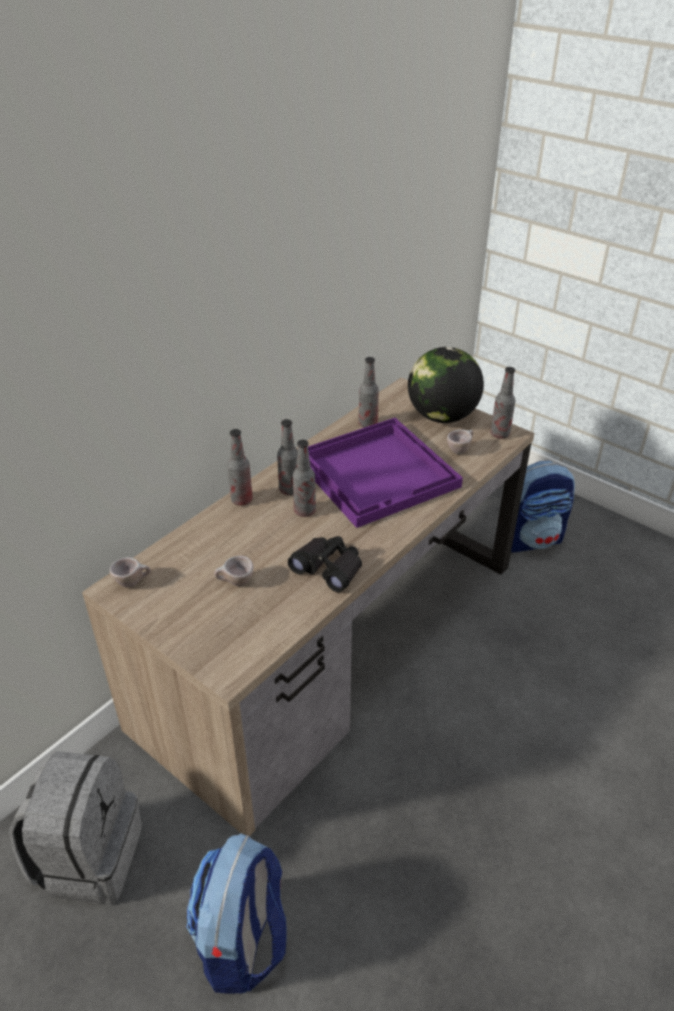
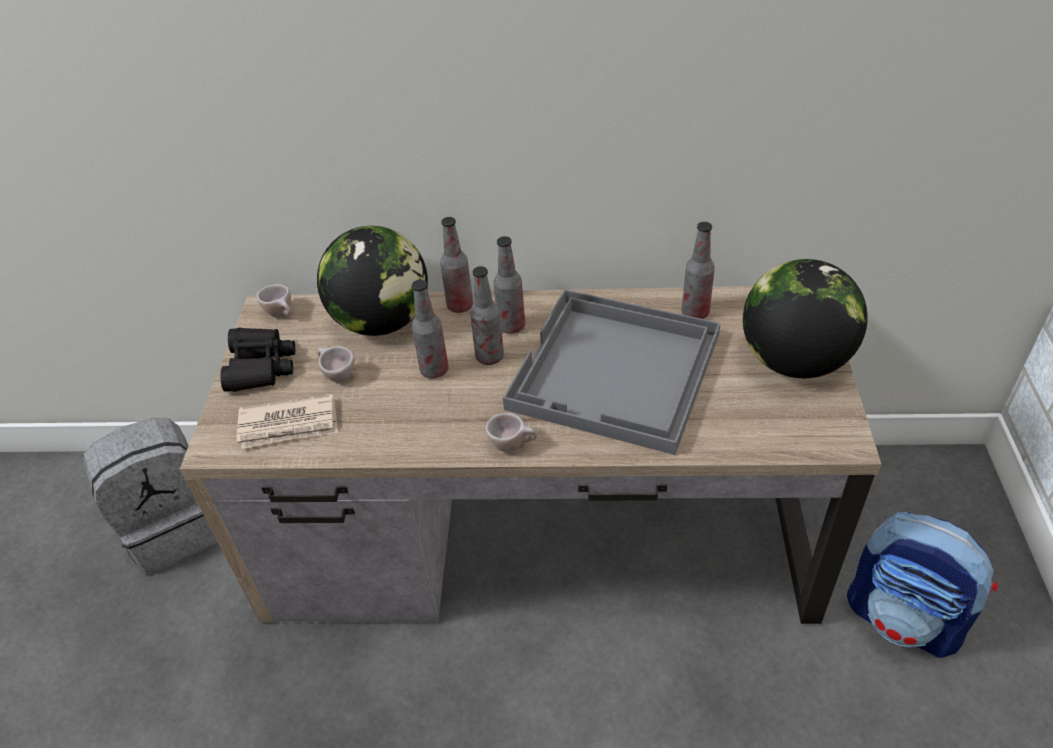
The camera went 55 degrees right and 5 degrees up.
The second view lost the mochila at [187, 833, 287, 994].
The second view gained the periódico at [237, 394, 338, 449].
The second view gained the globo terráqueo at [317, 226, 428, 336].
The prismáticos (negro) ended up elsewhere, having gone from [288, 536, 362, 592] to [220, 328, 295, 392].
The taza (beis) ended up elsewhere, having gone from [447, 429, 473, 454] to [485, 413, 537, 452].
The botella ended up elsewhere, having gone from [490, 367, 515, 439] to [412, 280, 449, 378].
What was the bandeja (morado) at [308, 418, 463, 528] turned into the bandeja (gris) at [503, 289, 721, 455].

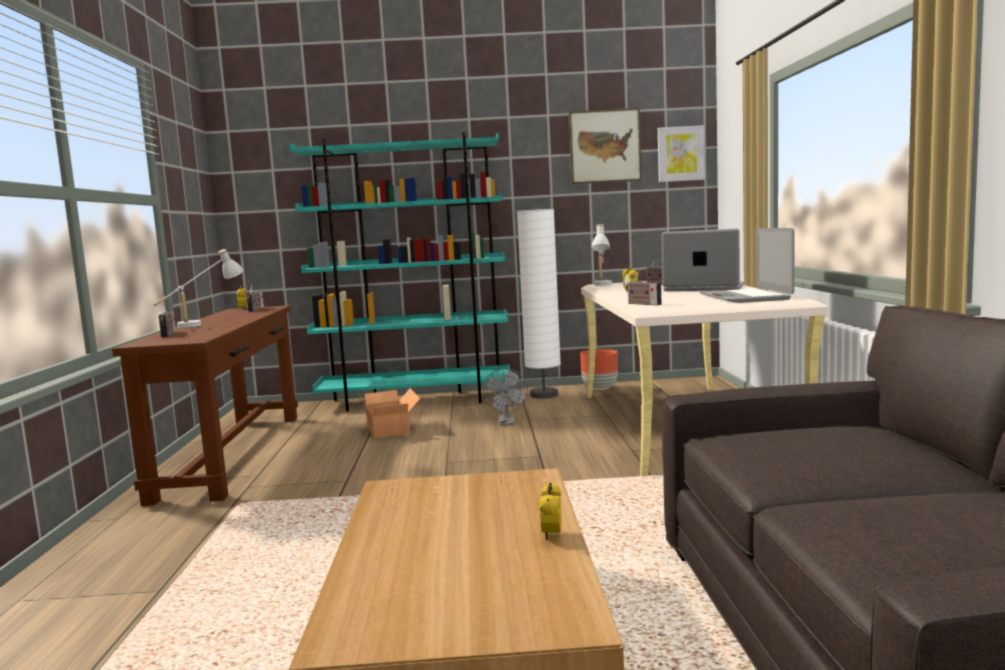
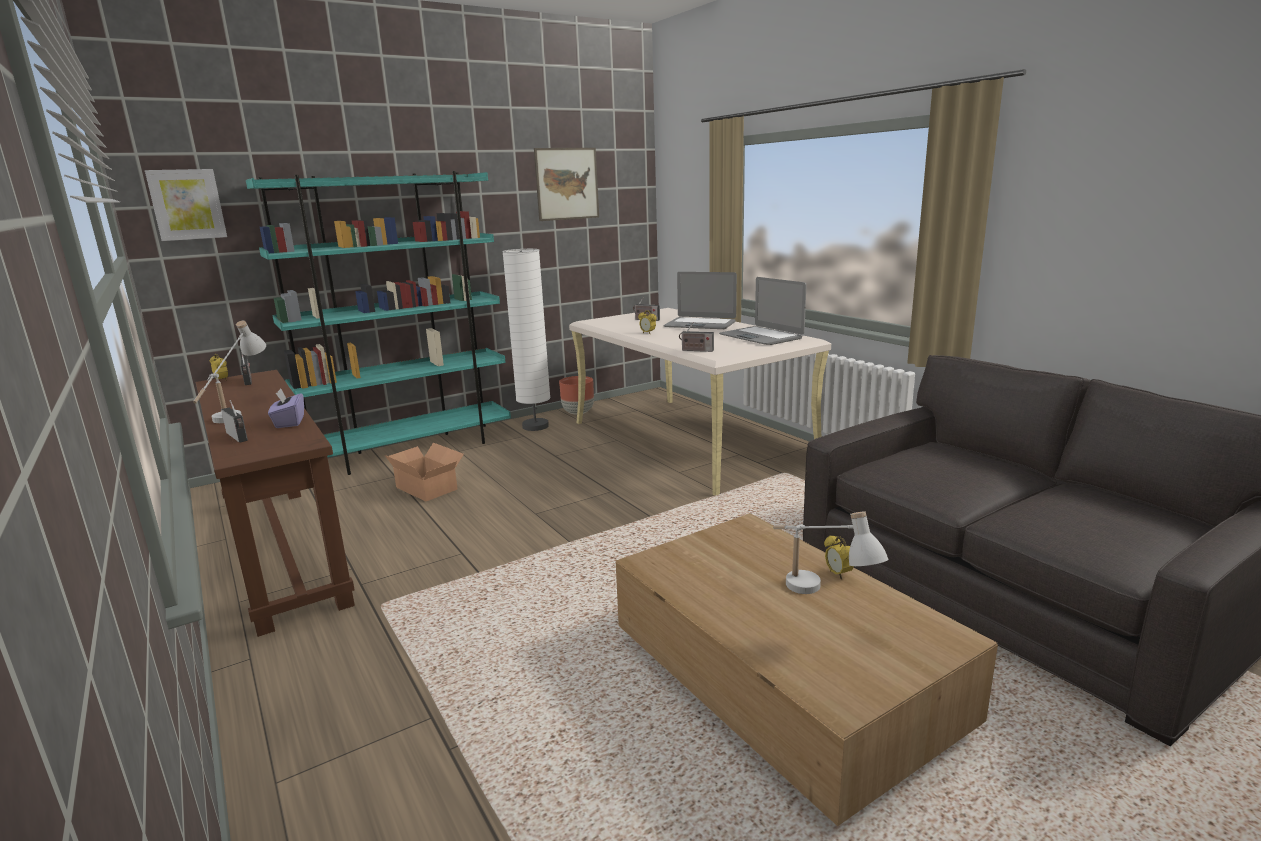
The camera went 30 degrees left and 10 degrees up.
The second view lost the ventilador (gris) at [483, 368, 528, 426].
The second view gained the caja de pañuelos (morado) at [268, 388, 304, 428].
The lámpara de mesa (blanco) ended up elsewhere, having gone from [591, 224, 612, 286] to [773, 511, 888, 594].
The cuadro ended up elsewhere, having gone from [658, 125, 705, 182] to [145, 169, 227, 241].
The portátil at [662, 229, 744, 291] ended up facing another way, 150 degrees counterclockwise from before.

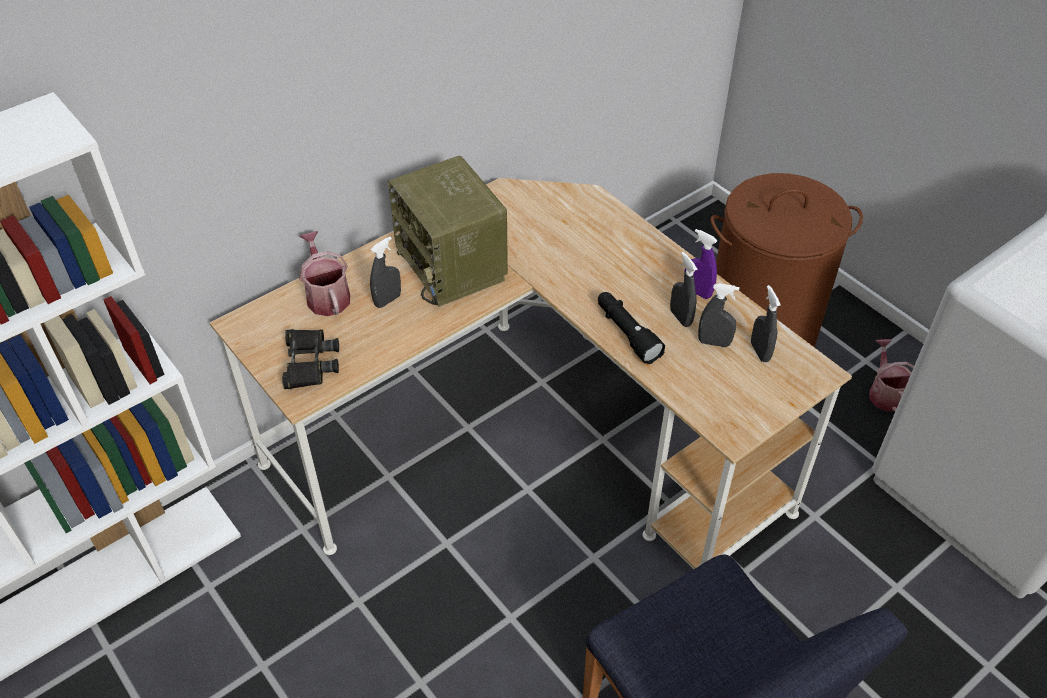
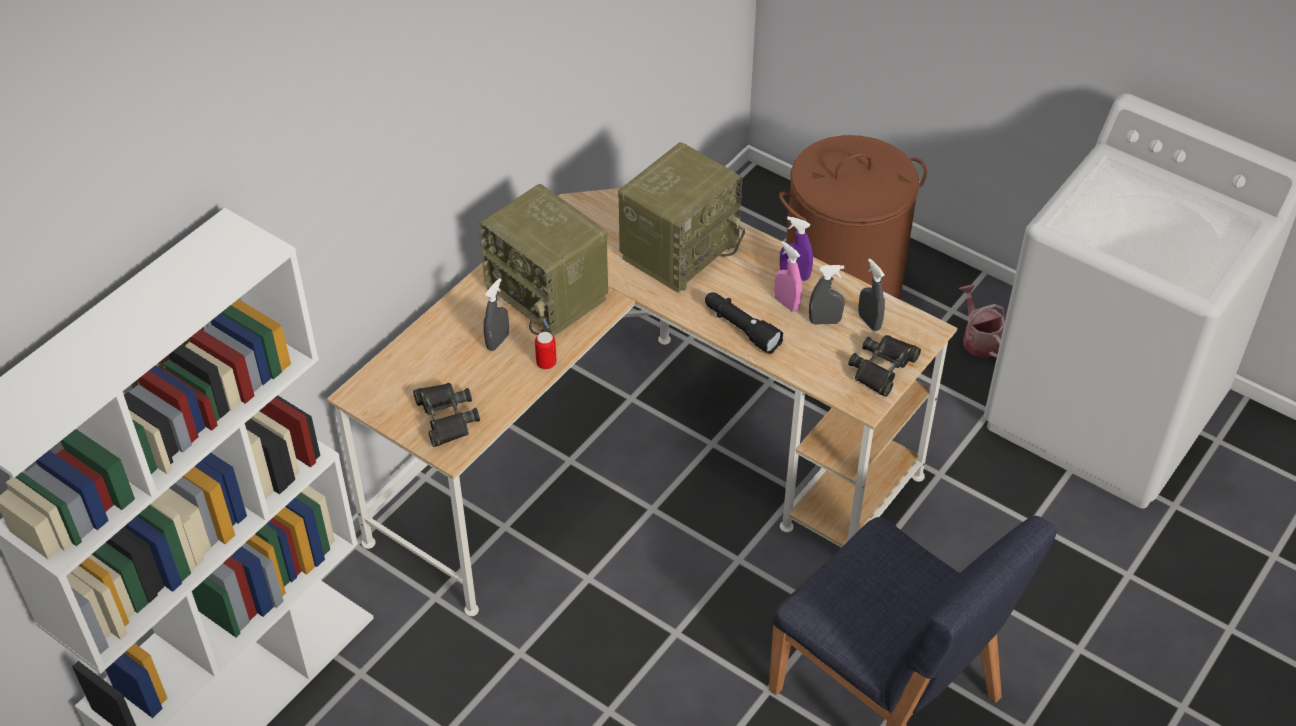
The camera went 15 degrees left and 0 degrees up.
The second view lost the regadera at [299, 231, 350, 316].
The second view gained the lata at [535, 332, 557, 369].
The second view gained the radio at [618, 142, 745, 293].
The second view gained the prismáticos (negro) at [848, 335, 921, 397].
What was the pulverizador (gris) at [670, 252, 697, 327] turned into the pulverizador (rosa) at [774, 241, 802, 312].

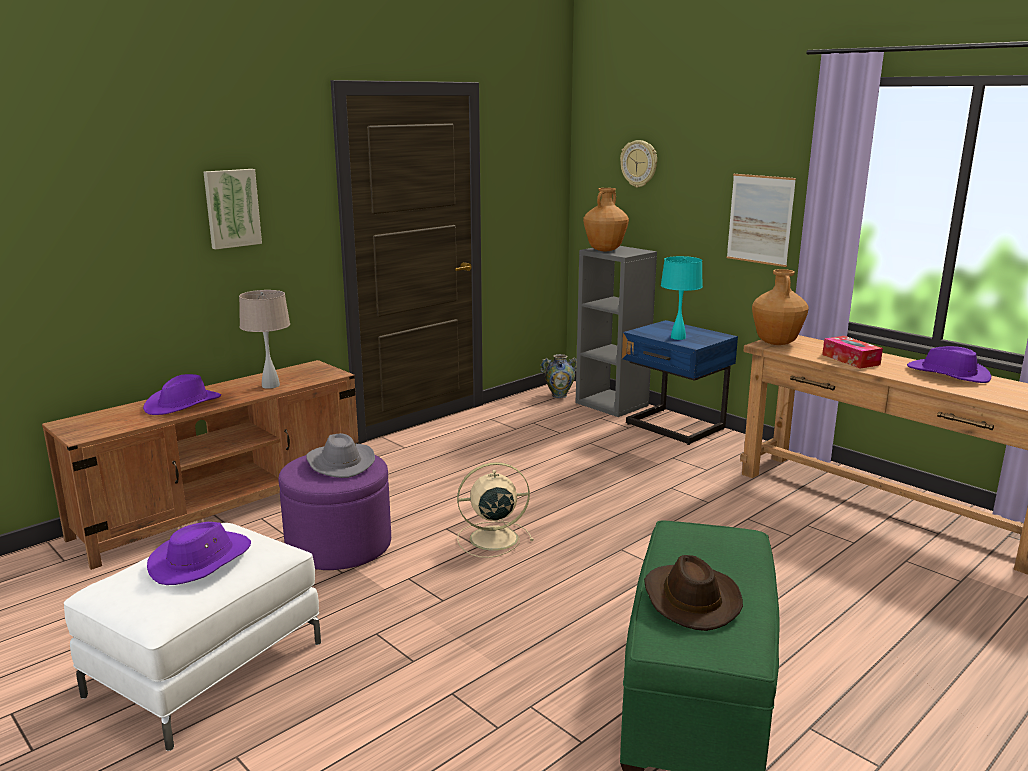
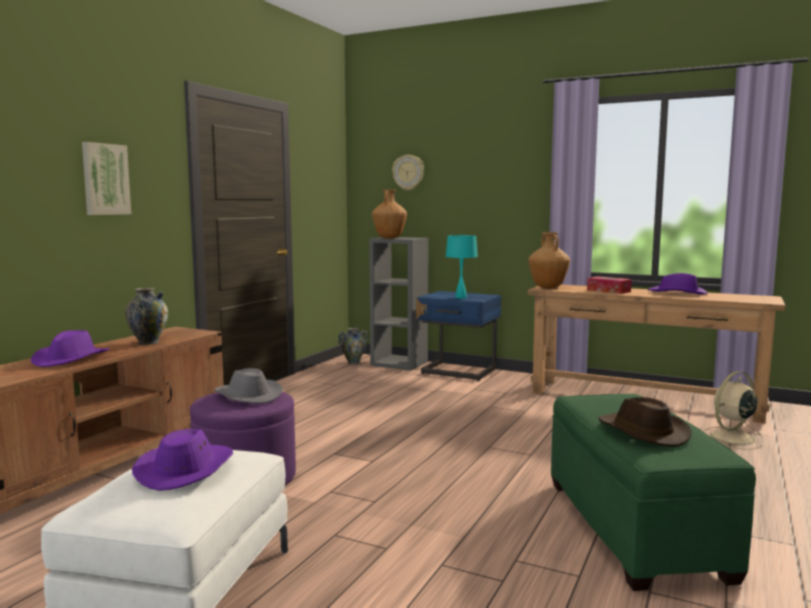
The camera went 20 degrees left and 10 degrees down.
The second view lost the cuadro at [727, 174, 796, 267].
The ventilador (beis) ended up elsewhere, having gone from [457, 462, 534, 558] to [702, 371, 763, 450].
Where the lámpara de mesa (beis) stood at [239, 290, 290, 389], the florero came to stand at [125, 288, 168, 345].

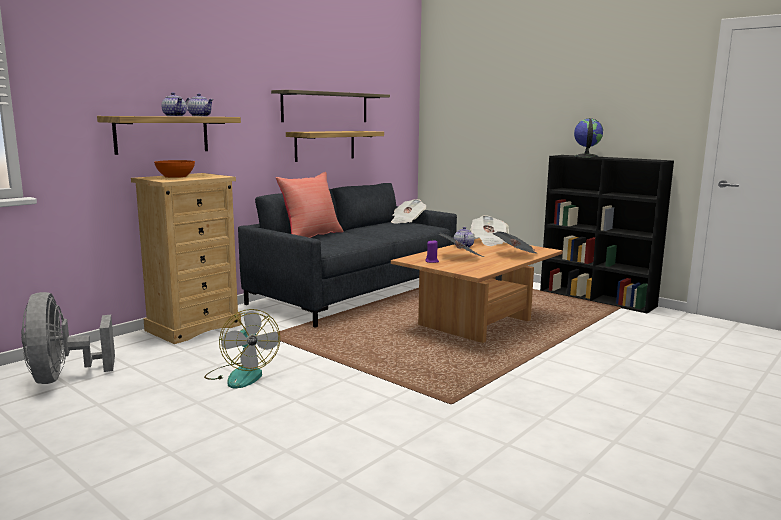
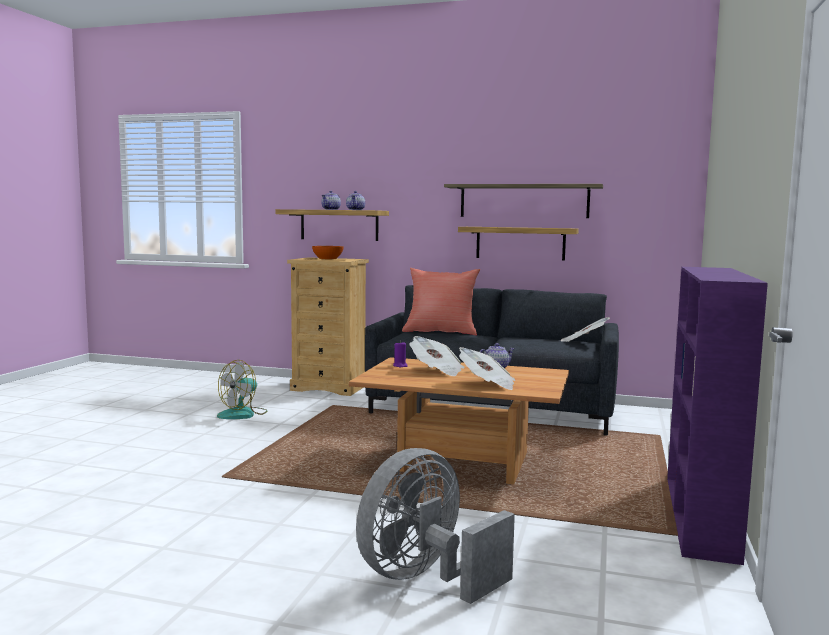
The camera went 65 degrees right and 5 degrees down.
The second view lost the periódico at [470, 215, 509, 246].
The second view lost the globo terráqueo at [574, 118, 603, 157].
The ventilador (gris) ended up elsewhere, having gone from [21, 292, 115, 384] to [356, 448, 515, 604].
What was the estantería (negro) at [540, 155, 674, 313] turned into the estantería (morado) at [667, 267, 768, 565].

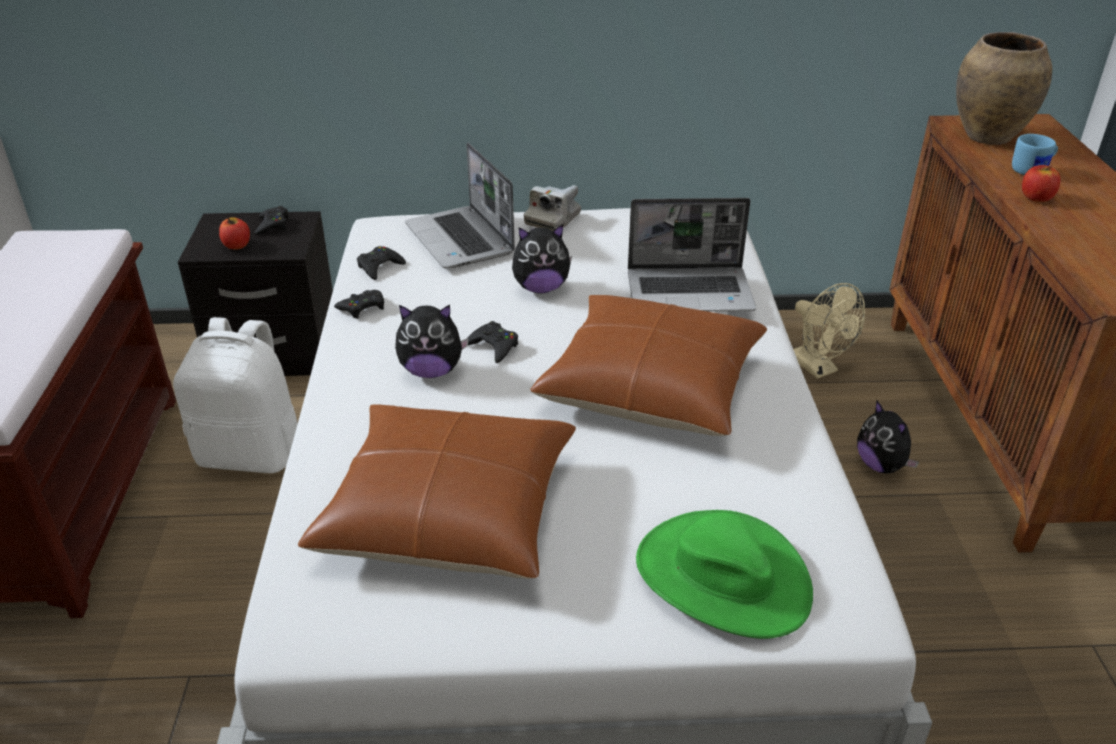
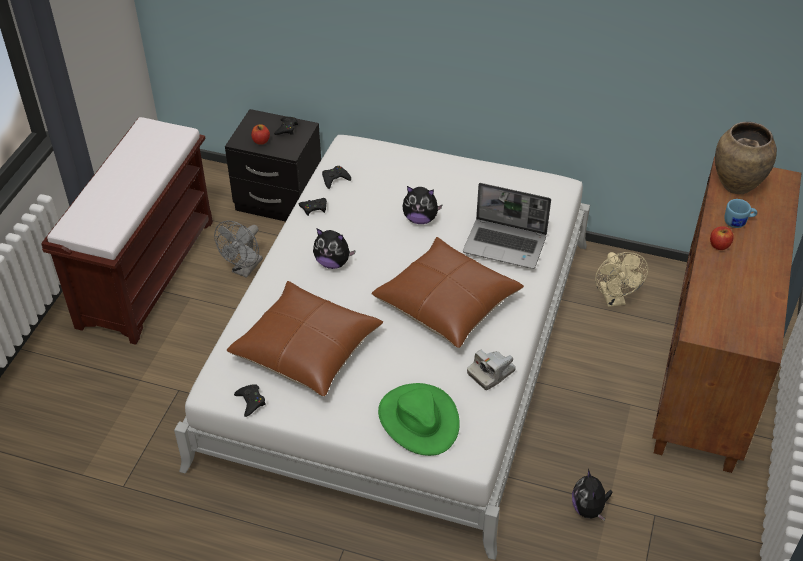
The camera went 20 degrees right and 10 degrees up.
The second view lost the portátil at [405, 143, 515, 268].
The mando de consola (negro) ended up elsewhere, having gone from [467, 321, 518, 363] to [234, 385, 266, 417].
The cámara ended up elsewhere, having gone from [524, 185, 581, 231] to [467, 350, 516, 390].
The peluche ended up elsewhere, having gone from [857, 399, 919, 474] to [572, 469, 613, 520].
Where the mochila (blanco) stood at [173, 317, 298, 473], the ventilador (gris) came to stand at [214, 221, 263, 278].

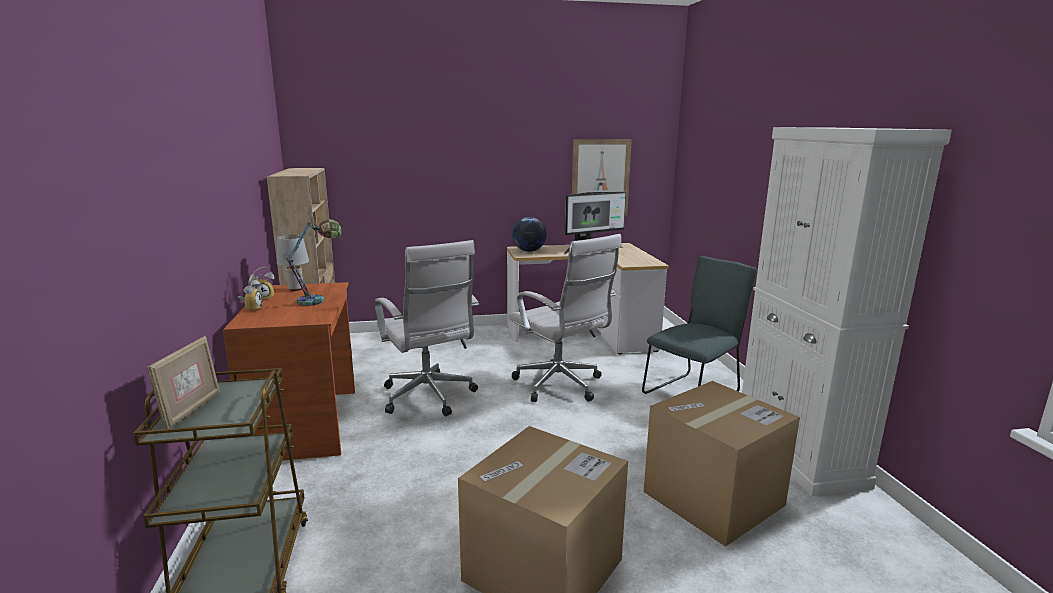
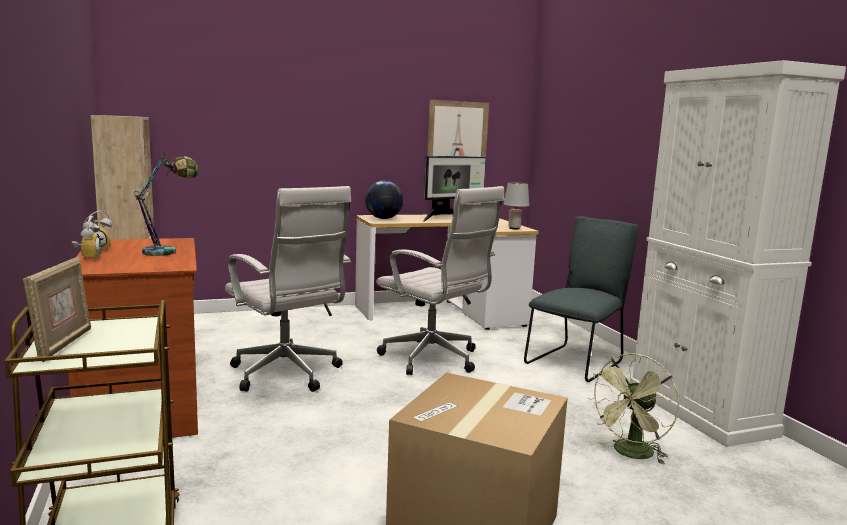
The camera went 10 degrees left and 5 degrees down.
The lámpara de mesa (gris) ended up elsewhere, having gone from [277, 235, 309, 291] to [504, 182, 529, 229].
Where the caja de cartón stood at [644, 381, 800, 547], the ventilador (verde) came to stand at [588, 353, 679, 465].

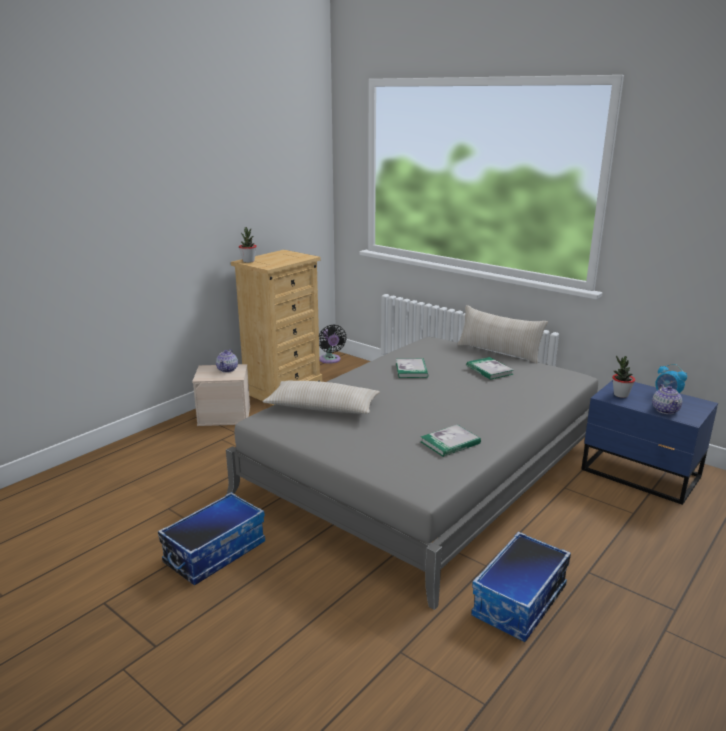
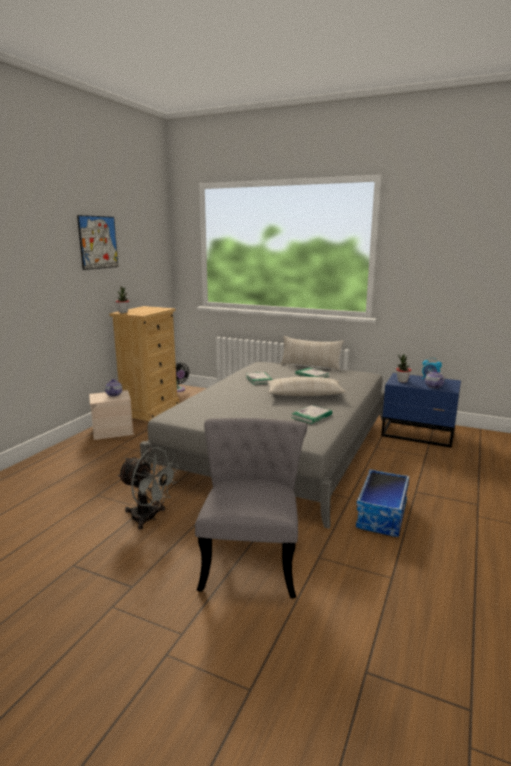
The camera went 15 degrees left and 5 degrees down.
The second view gained the cuadro at [77, 215, 118, 270].
The second view gained the silla (gris) at [195, 418, 307, 599].
The cojín (beis) ended up elsewhere, having gone from [262, 381, 380, 414] to [267, 377, 346, 396].
Where the caja de almacenaje stood at [158, 492, 265, 585], the ventilador (gris) came to stand at [117, 447, 179, 530].

